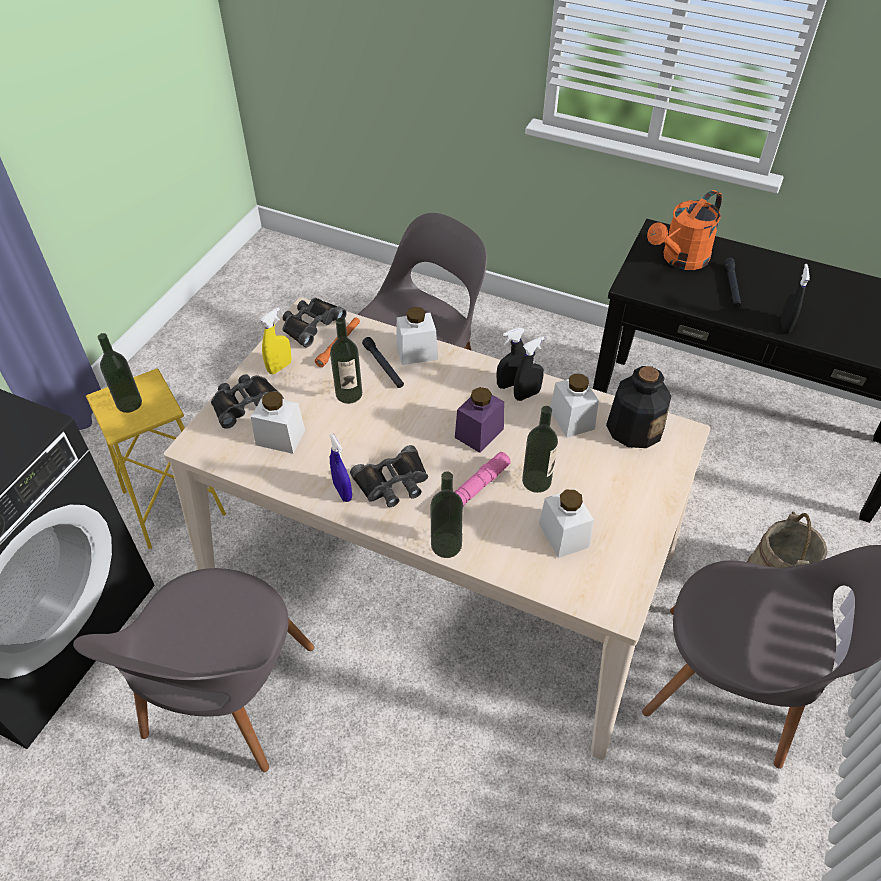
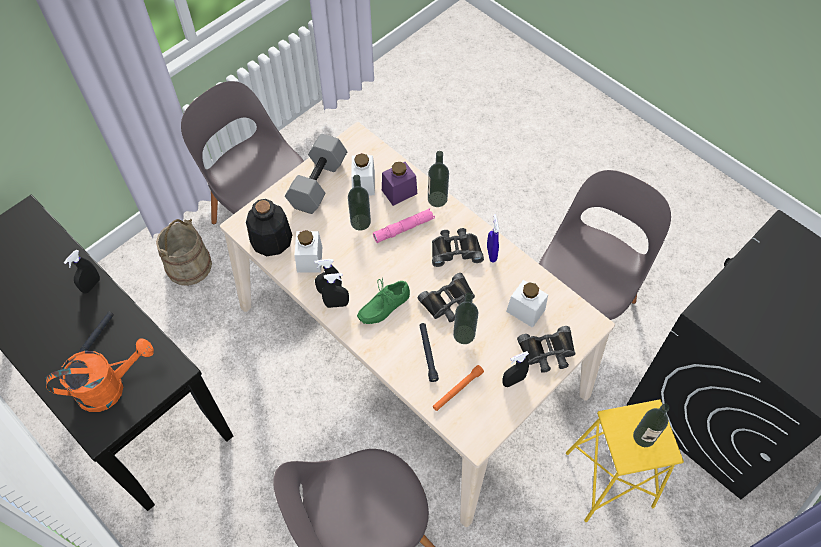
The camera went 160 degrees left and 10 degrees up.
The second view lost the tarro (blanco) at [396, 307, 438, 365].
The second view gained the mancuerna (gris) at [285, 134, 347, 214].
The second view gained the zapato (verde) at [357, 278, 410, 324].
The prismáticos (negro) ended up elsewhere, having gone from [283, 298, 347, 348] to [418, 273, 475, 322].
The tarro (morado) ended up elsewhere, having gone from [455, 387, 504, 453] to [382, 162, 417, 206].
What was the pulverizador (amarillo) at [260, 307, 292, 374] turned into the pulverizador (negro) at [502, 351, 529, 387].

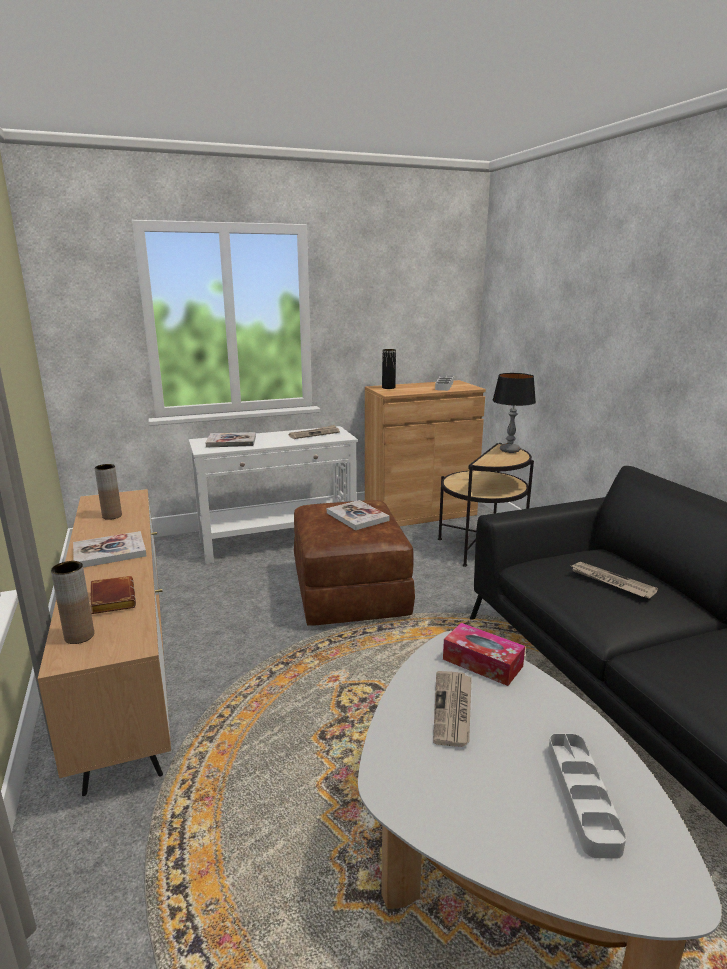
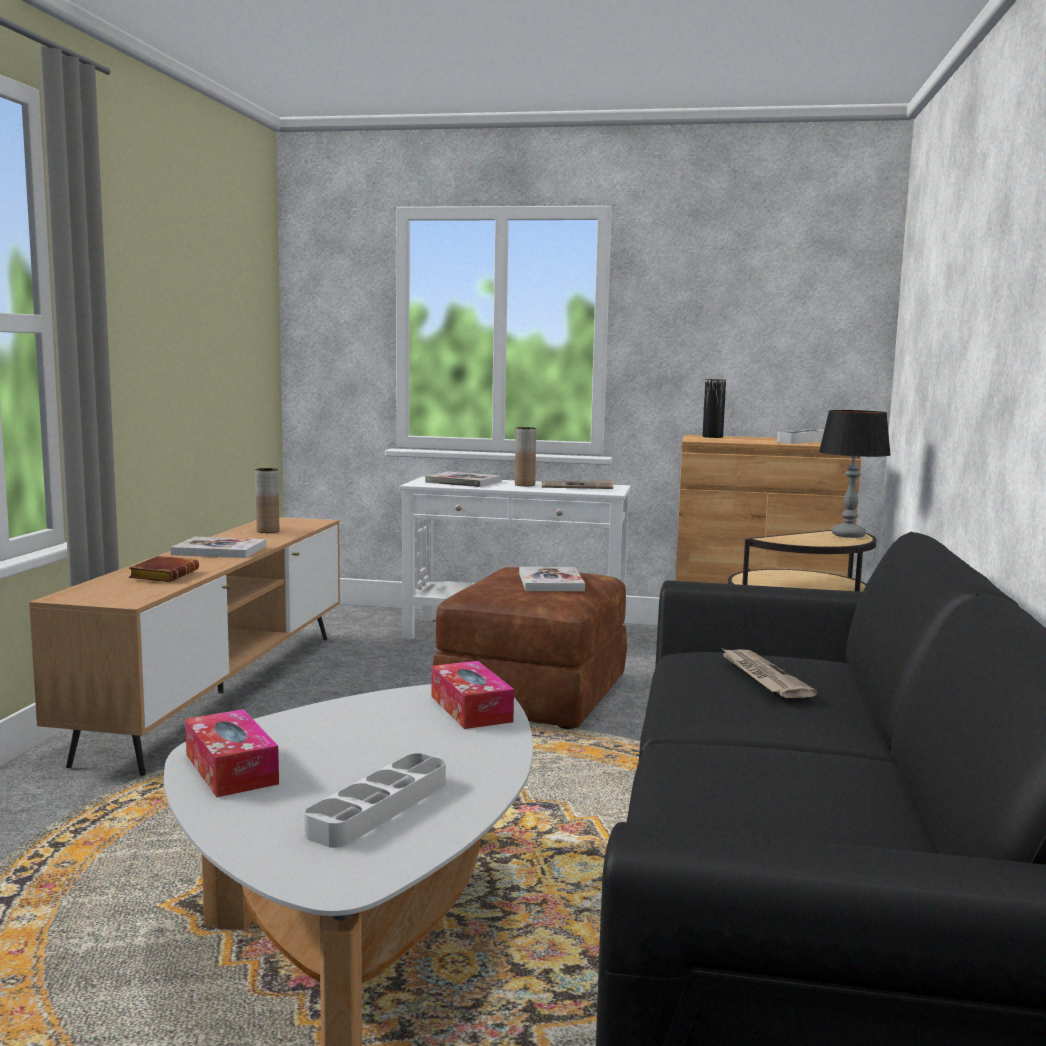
The camera went 30 degrees right and 10 degrees down.
The second view lost the periódico at [433, 671, 472, 747].
The second view gained the caja de pañuelos at [185, 709, 279, 798].
The florero (marrón) ended up elsewhere, having gone from [51, 561, 94, 644] to [515, 427, 536, 486].

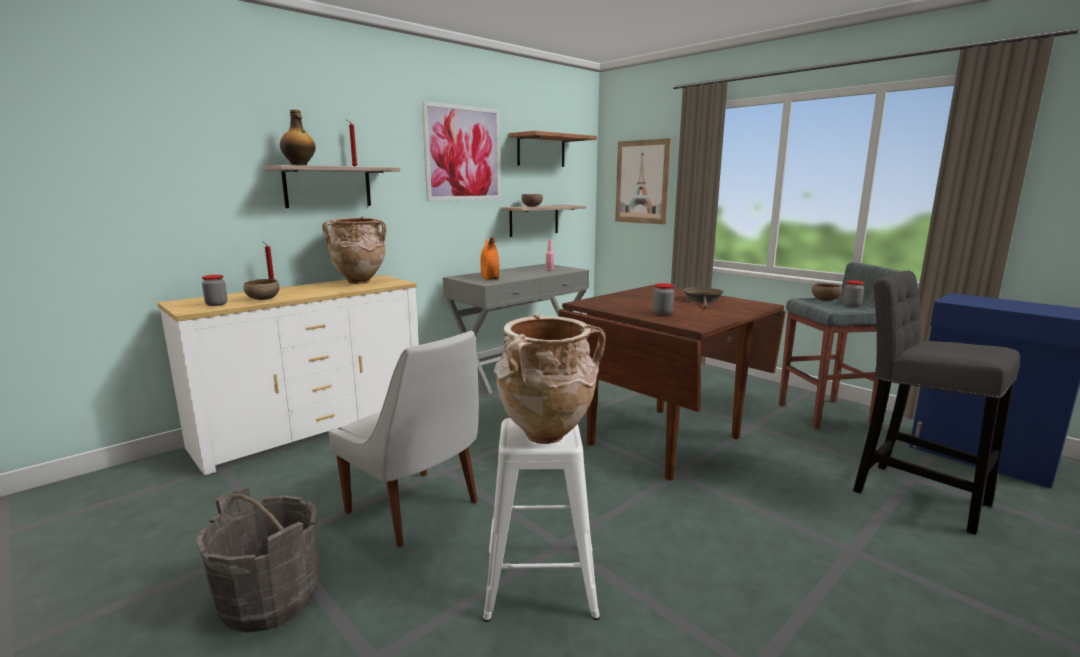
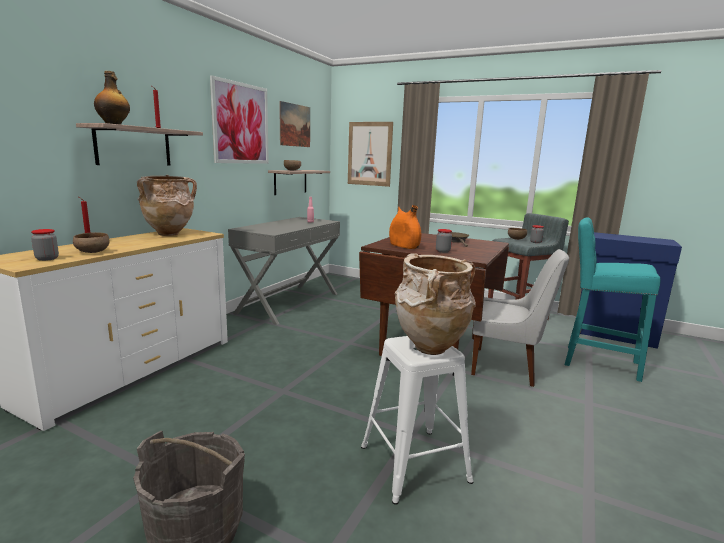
The camera went 20 degrees left and 0 degrees up.
The silla (blanco) ended up elsewhere, having gone from [328, 331, 479, 548] to [471, 249, 569, 387].
The florero (naranja) ended up elsewhere, having gone from [480, 237, 500, 280] to [389, 205, 421, 249].
Where the estante hung at [508, 131, 597, 167], the cuadro came to hang at [279, 101, 310, 147].
What was the taburete (gris) at [853, 270, 1020, 535] turned into the taburete (turquesa) at [565, 217, 661, 382].

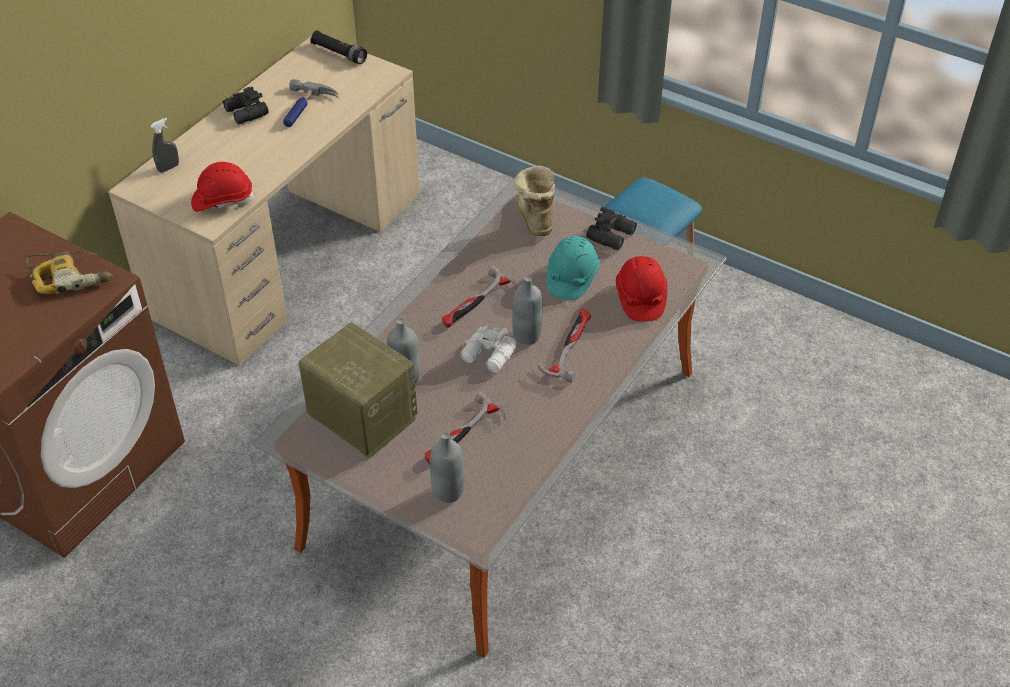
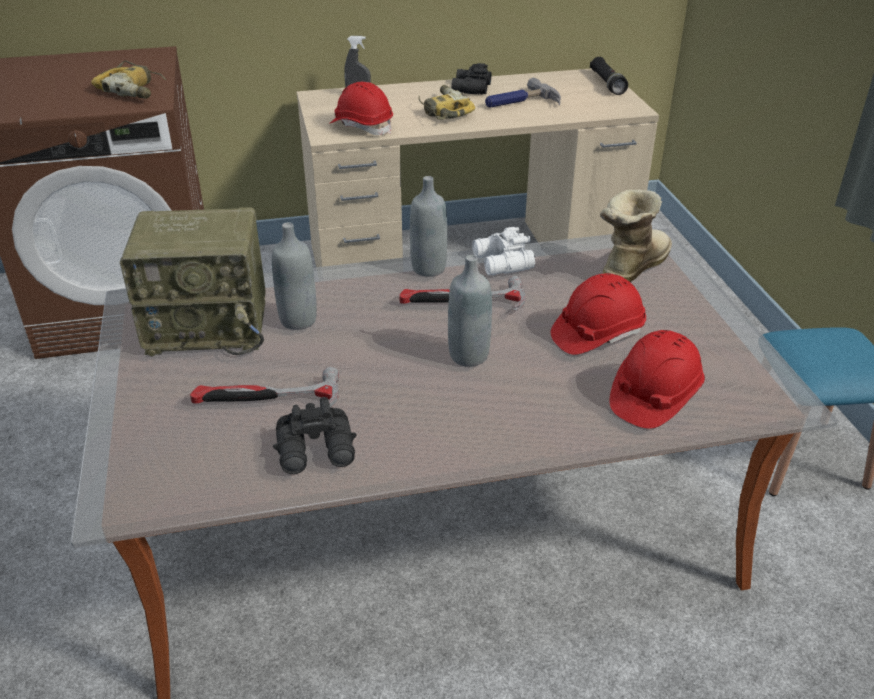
The camera went 45 degrees right and 10 degrees down.
The second view lost the martillo at [537, 308, 591, 383].
The second view gained the taladro at [418, 85, 475, 120].
The botella (gris) ended up elsewhere, having gone from [430, 432, 464, 503] to [410, 176, 447, 276].
The prismáticos (blanco) ended up elsewhere, having gone from [460, 324, 517, 373] to [472, 227, 535, 275].
The prismáticos (negro) ended up elsewhere, having gone from [586, 206, 637, 250] to [273, 397, 357, 474].
What was the casco (turquesa) at [546, 236, 600, 300] turned into the casco (rojo) at [551, 273, 646, 355].
The radio at [298, 322, 417, 459] ended up facing another way, 90 degrees clockwise from before.

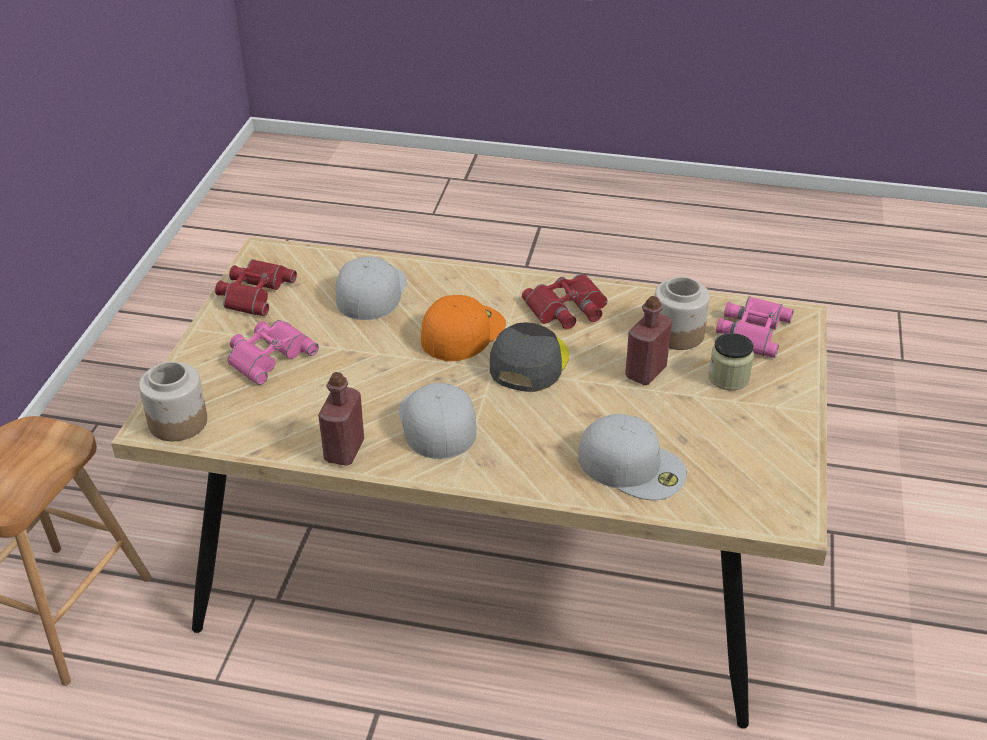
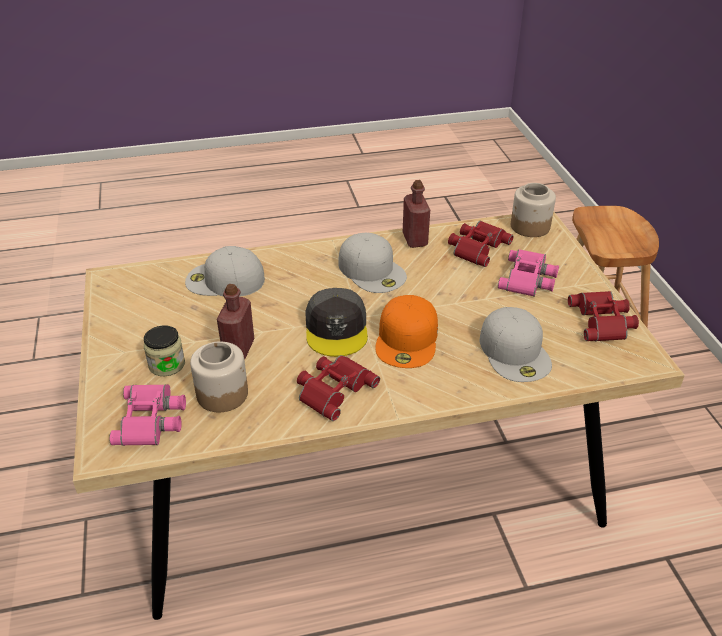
The camera went 155 degrees right and 0 degrees up.
The second view gained the prismáticos (rojo) at [448, 221, 514, 267].

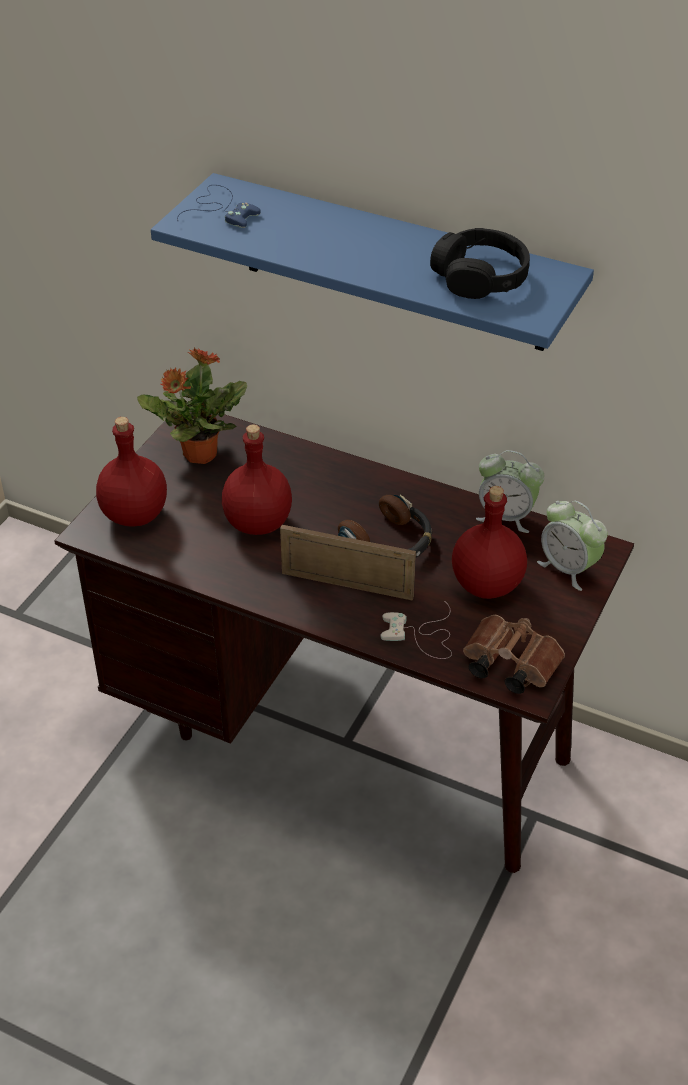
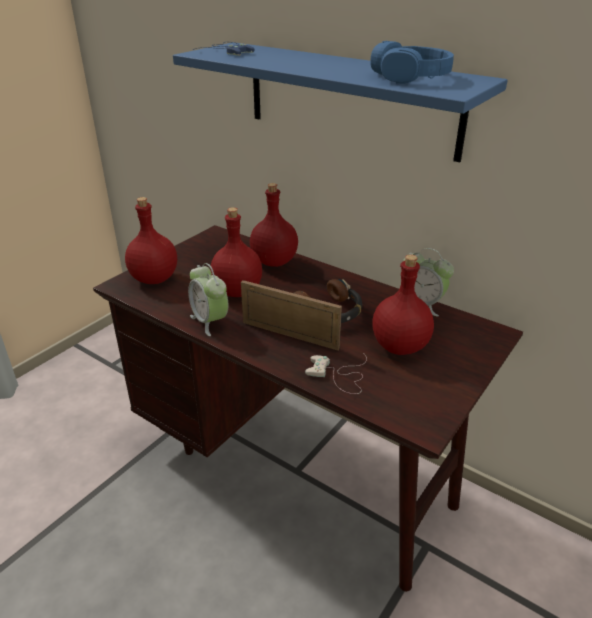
The camera went 10 degrees right and 10 degrees down.
The second view lost the planta en maceta at [137, 347, 247, 464].
The second view lost the prismáticos (marrón) at [463, 615, 565, 694].
The second view gained the botella (rojo) at [250, 183, 298, 267].
The despertador ended up elsewhere, having gone from [537, 501, 608, 591] to [188, 263, 228, 336].
What was the auriculares (negro) at [430, 228, 530, 299] turned into the auriculares (azul) at [370, 41, 454, 84].

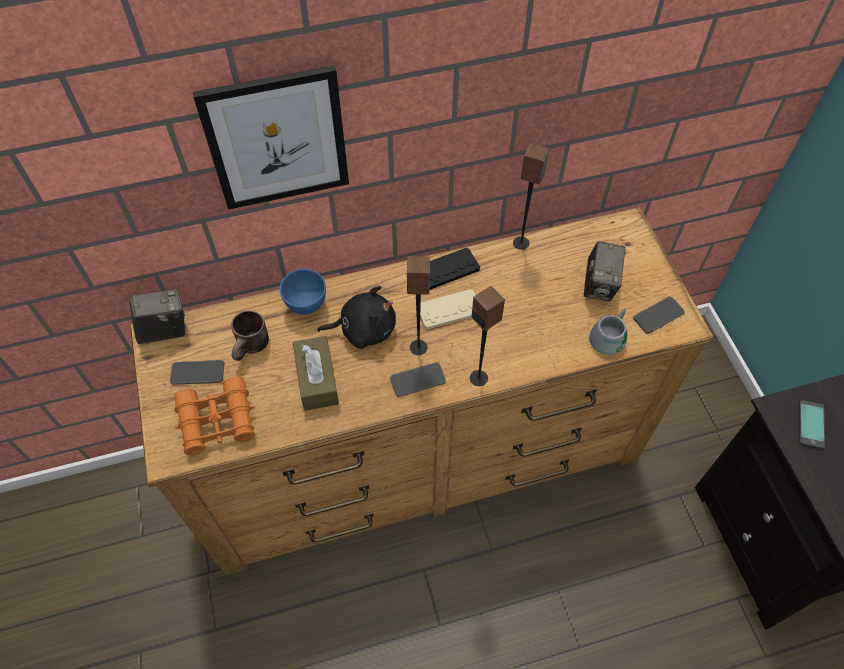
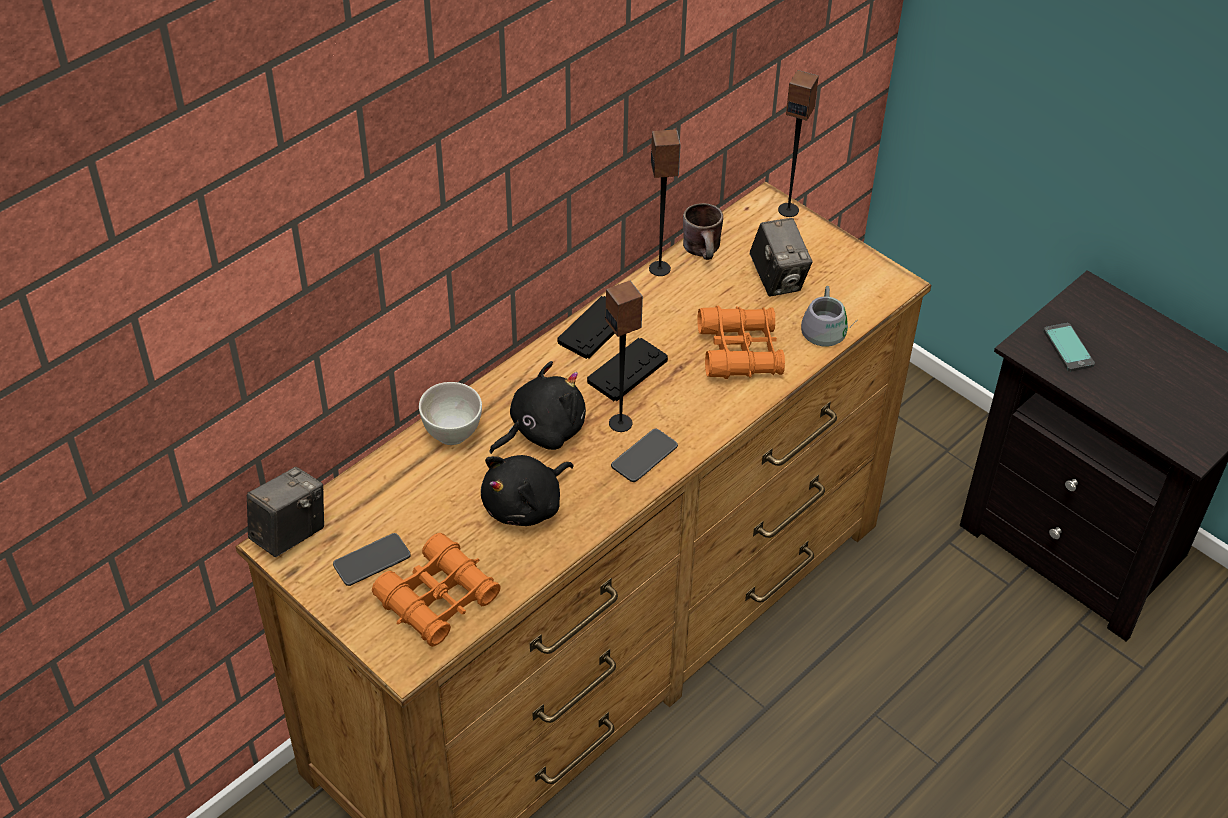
The camera went 30 degrees left and 10 degrees down.
The second view lost the cuadro at [193, 65, 349, 210].
The second view lost the móvil at [633, 297, 685, 334].
The second view gained the prismáticos (naranja) at [697, 306, 785, 379].
The taza grande (marrón) ended up elsewhere, having gone from [231, 311, 269, 361] to [683, 203, 723, 260].
The altavoz ended up elsewhere, having gone from [470, 286, 505, 386] to [778, 70, 819, 217].
Where the caja de pañuelos (marrón) stood at [293, 336, 339, 411], the peluche (negro) came to stand at [481, 455, 574, 526].
What was the cuenco (azul) at [280, 269, 326, 315] turned into the cuenco (blanco) at [419, 382, 482, 445].
What was the mando de consola (beis) at [420, 289, 475, 330] turned into the mando de consola (negro) at [587, 338, 668, 401].

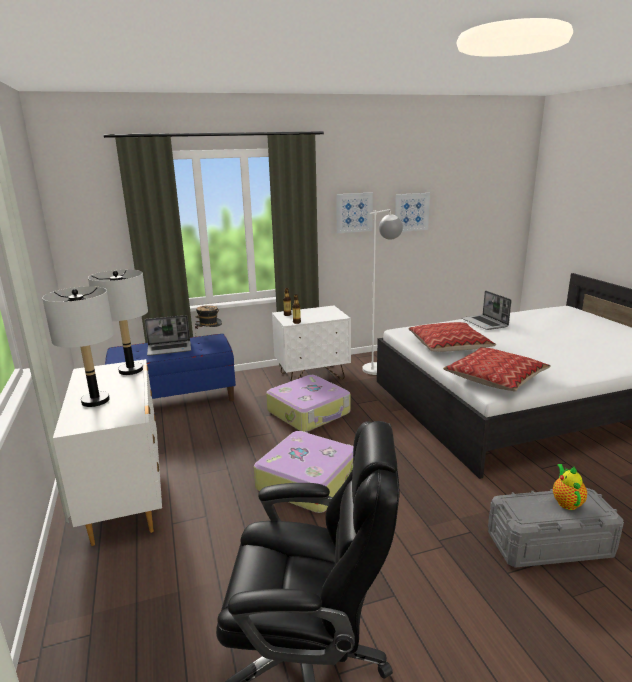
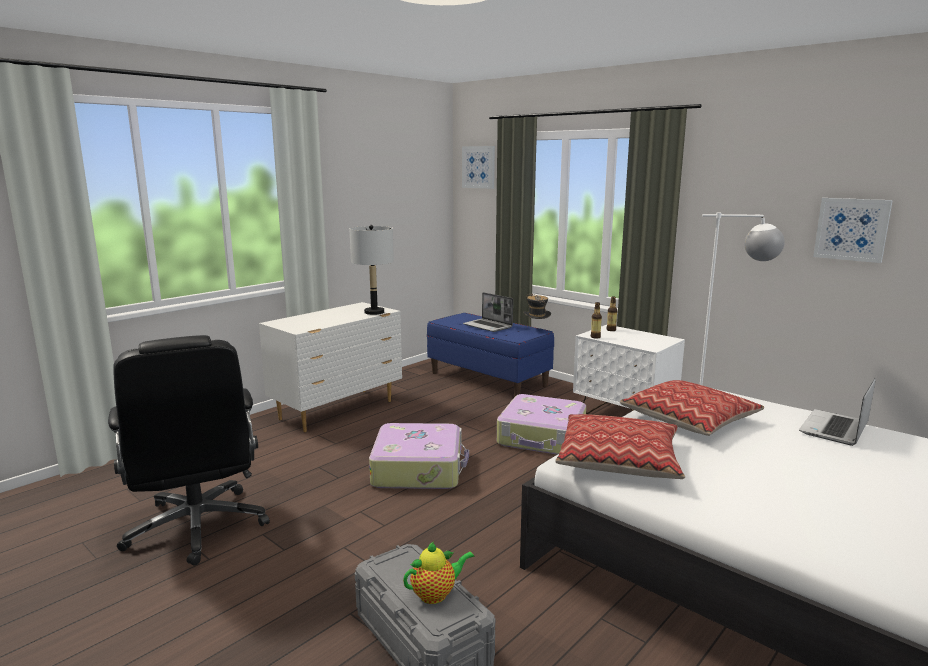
The camera went 60 degrees right and 5 degrees down.
The second view lost the lámpara de mesa (gris) at [42, 286, 114, 407].
The cuadro ended up elsewhere, having gone from [336, 192, 373, 233] to [462, 146, 495, 189].

